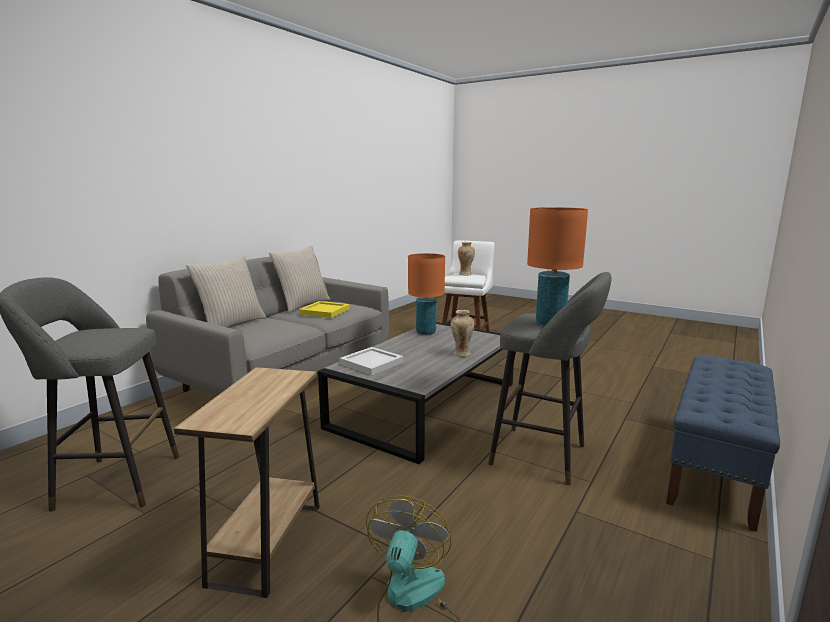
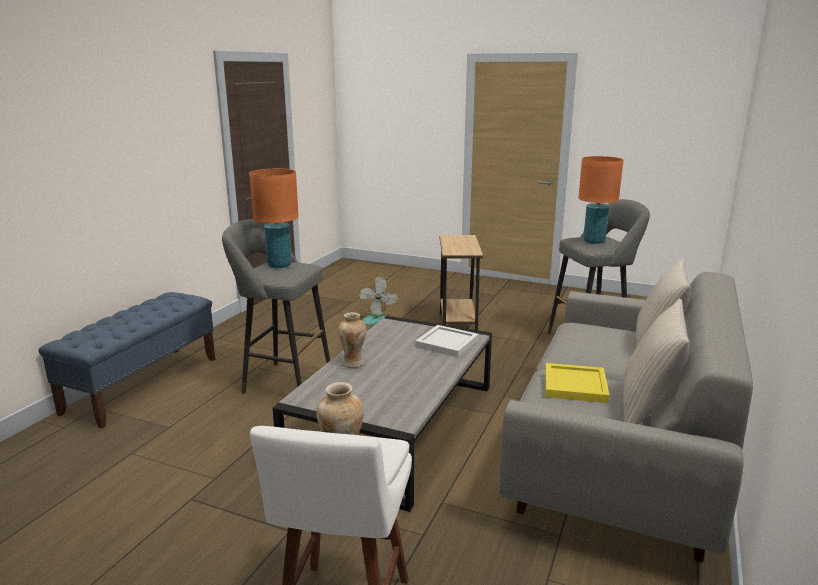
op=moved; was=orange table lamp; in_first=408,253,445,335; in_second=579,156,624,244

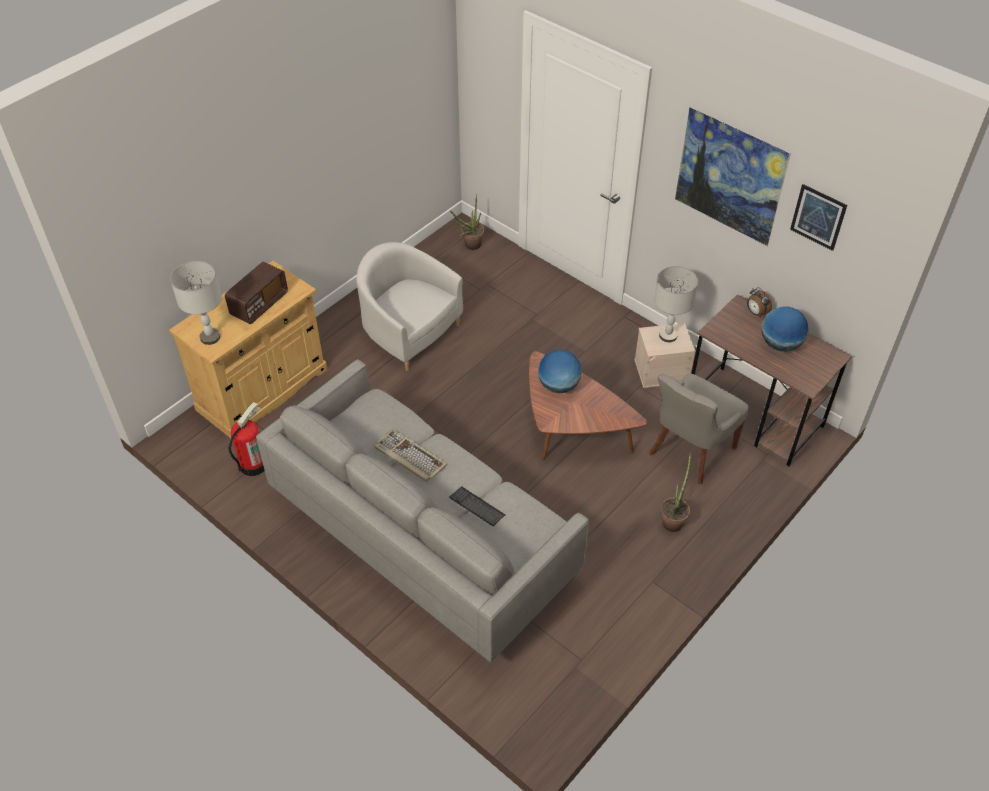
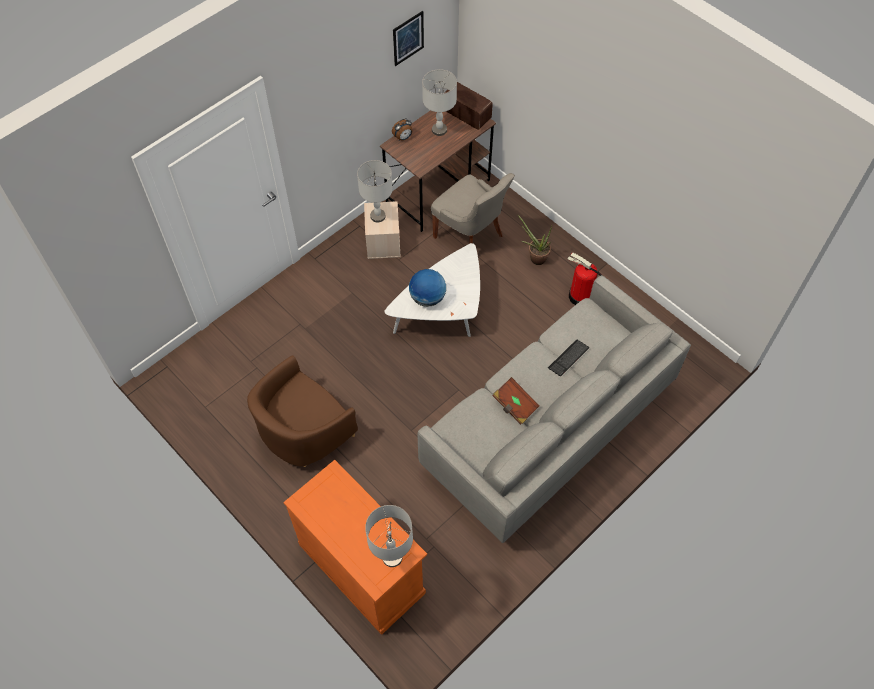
op=removed; was=picture; in_first=675,107,790,246
op=removed; was=potted plant; in_first=450,194,484,250
op=recoloured; was=white armchair; now=brown armchair; in_first=356,242,463,371; in_second=247,355,358,467
op=recoloured; was=beige cabinet; now=orange cabinet; in_first=169,261,327,438; in_second=283,460,427,635
op=moved; was=radio; in_first=225,262,288,324; in_second=445,82,493,130
op=replaced; was=globe; now=grey table lamp; in_first=762,306,808,352; in_second=422,69,457,136
op=recoloured; was=brown coffee table; now=white coffee table; in_first=529,351,647,460; in_second=384,243,480,337
op=moved; was=fire extinguisher; in_first=229,402,265,476; in_second=567,252,603,305
op=replaced; was=keyboard; now=brown book; in_first=374,429,447,482; in_second=492,377,539,425

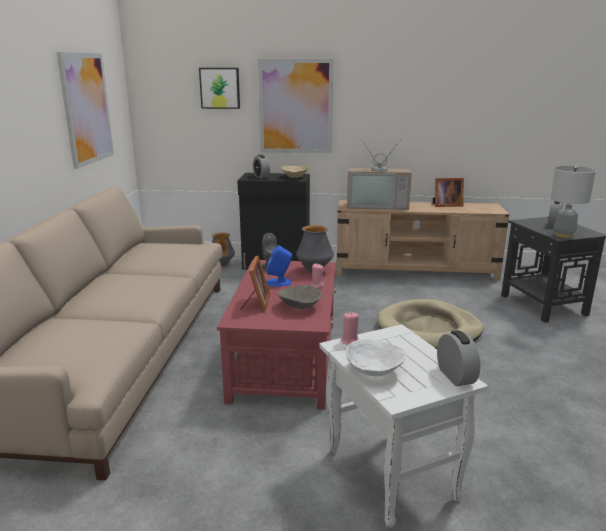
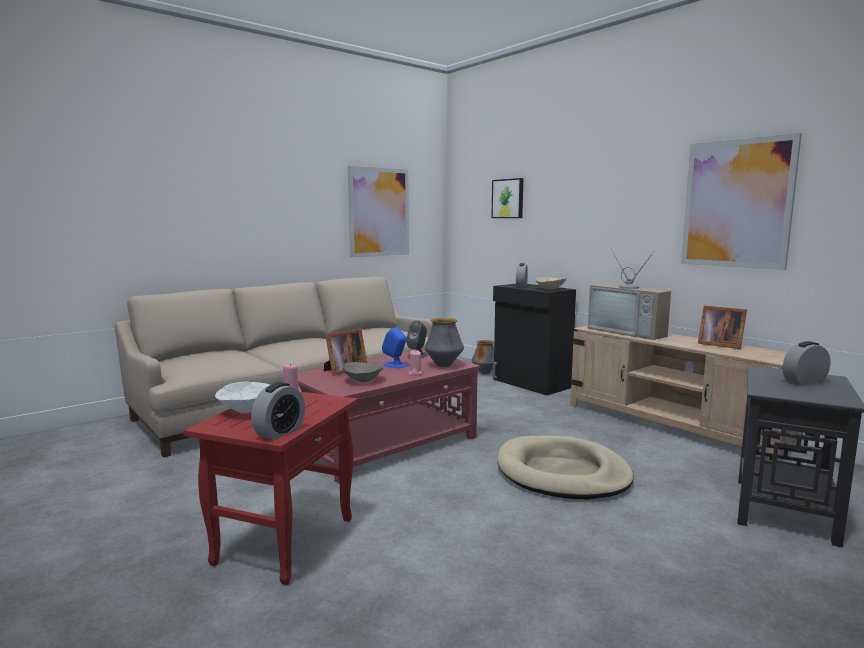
op=moved; was=picture; in_first=258,59,333,153; in_second=681,133,802,270
op=removed; was=grey table lamp; in_first=551,166,596,238
op=recoloured; was=white side table; now=red side table; in_first=319,324,488,528; in_second=183,392,358,585

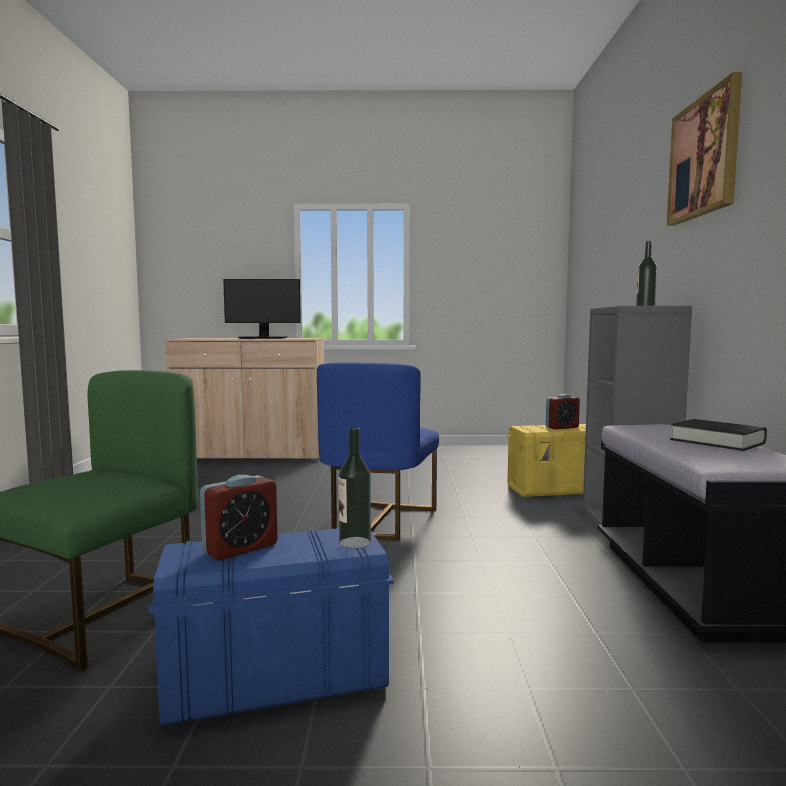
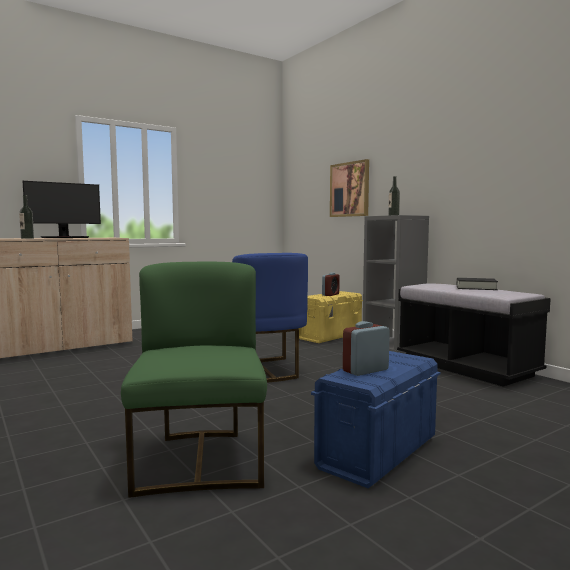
op=moved; was=picture; in_first=667,72,742,226; in_second=330,159,369,217
op=moved; was=bottle; in_first=338,427,371,549; in_second=19,195,34,239
op=turned; was=alarm clock; in_first=200,475,277,560; in_second=343,321,390,376; clockwise=-135

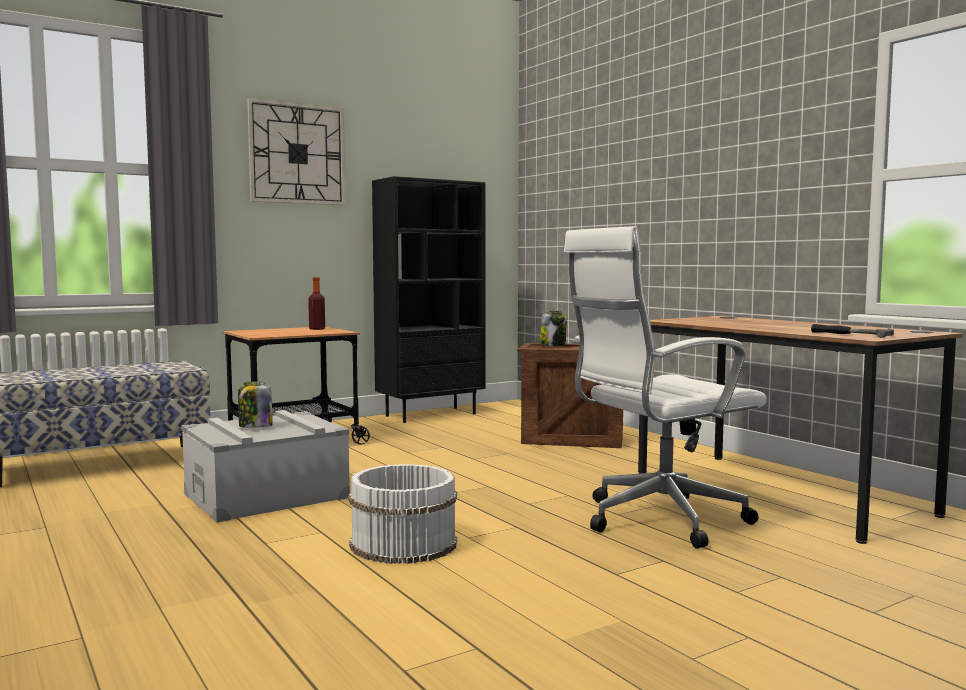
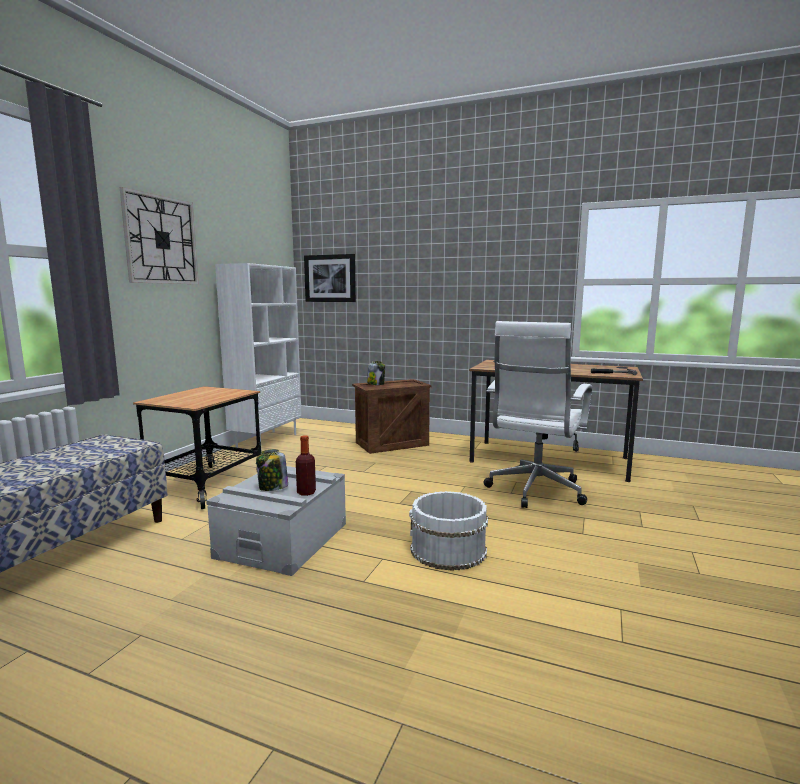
op=recoloured; was=black bookcase; now=white bookcase; in_first=372,176,486,423; in_second=215,263,302,448
op=moved; was=bottle; in_first=308,277,325,330; in_second=296,435,316,496
op=added; now=picture; in_second=304,254,356,302

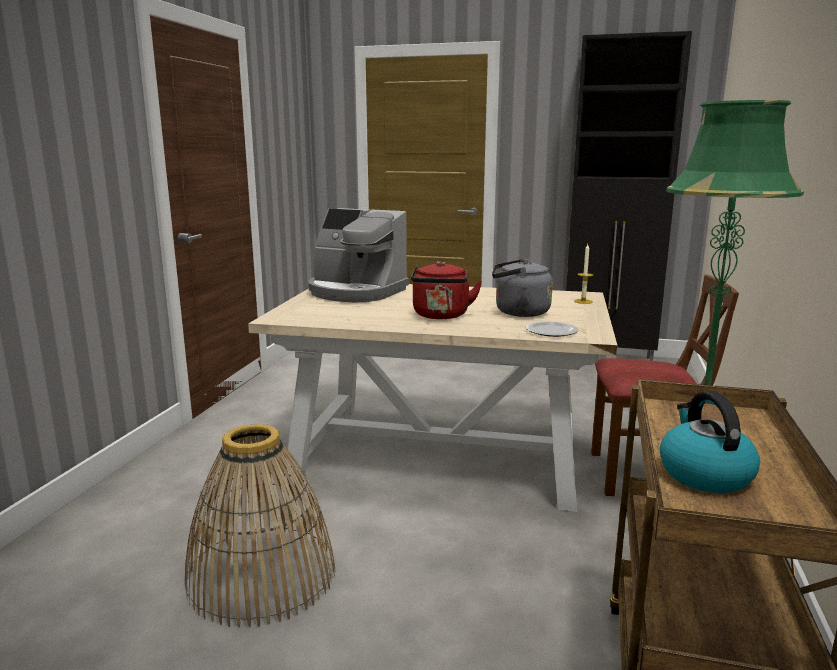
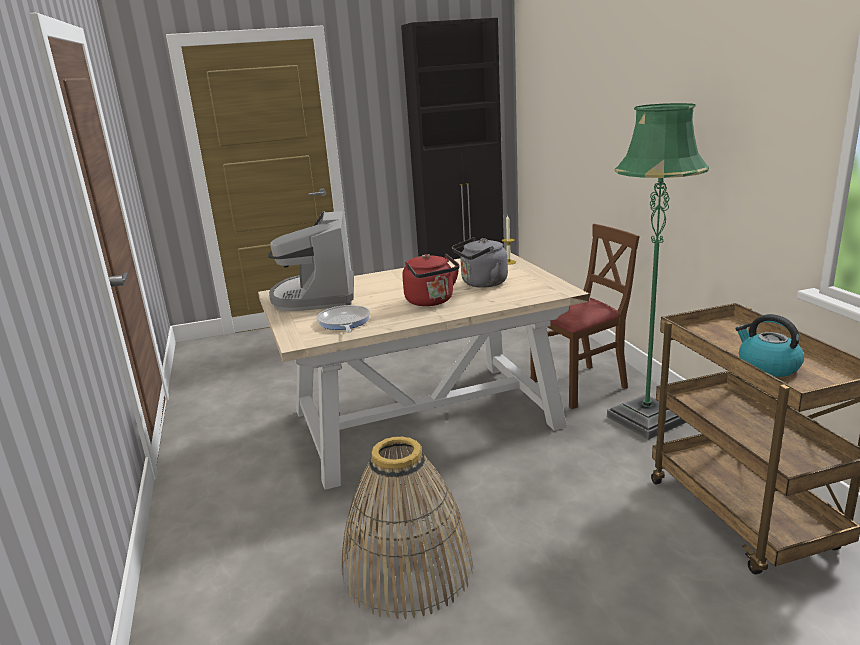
op=turned; was=coffee machine; in_first=308,208,409,303; in_second=268,211,354,311; clockwise=90
op=removed; was=plate; in_first=526,321,578,337
op=added; now=frying pan; in_second=317,305,370,333

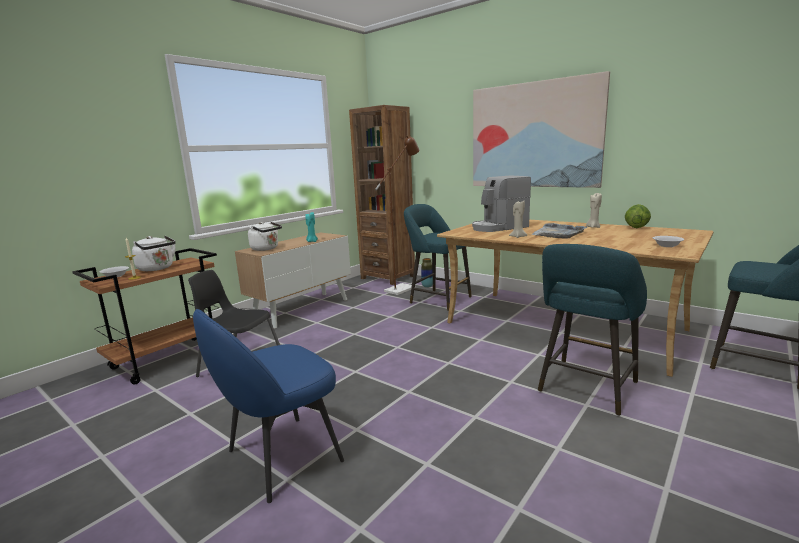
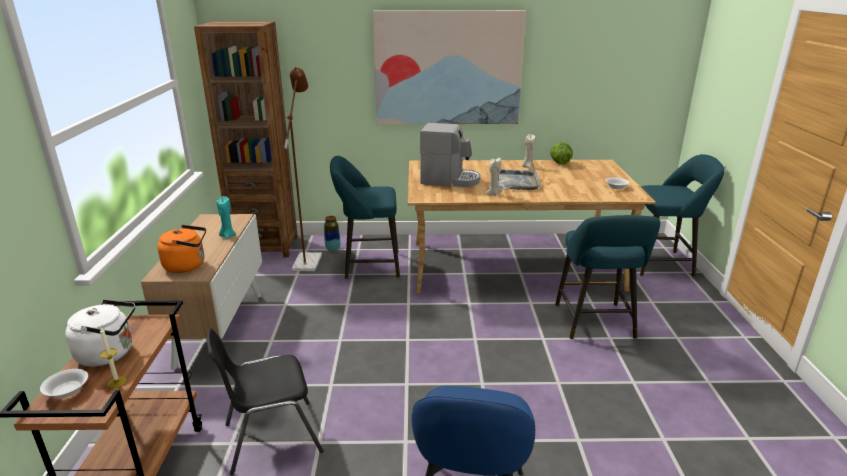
op=turned; was=coffee machine; in_first=472,175,531,232; in_second=420,123,480,187; clockwise=-105
op=recoloured; was=white kettle; now=orange kettle; in_first=248,222,282,251; in_second=157,225,206,273

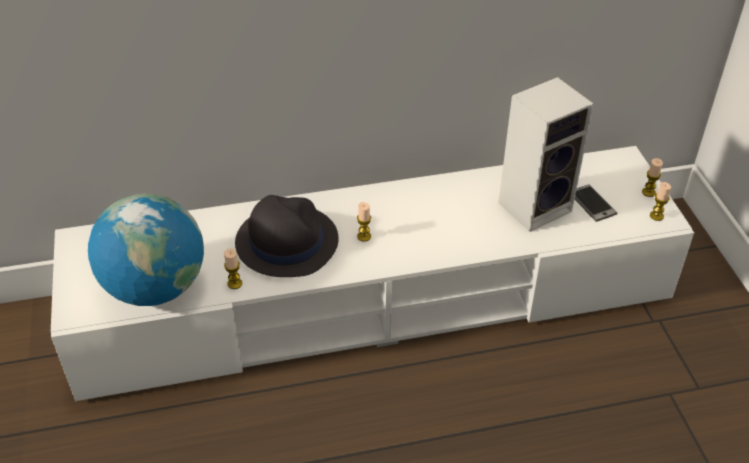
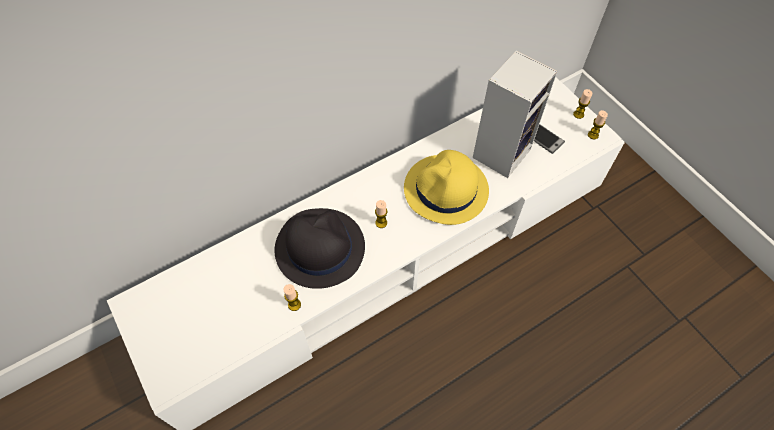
op=removed; was=globe; in_first=88,194,204,306
op=added; now=yellow hat; in_second=404,150,489,225

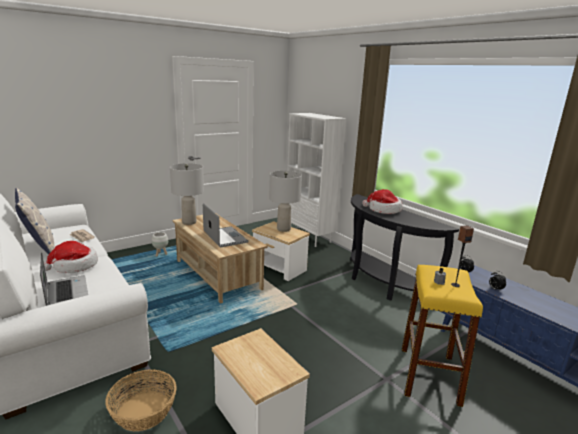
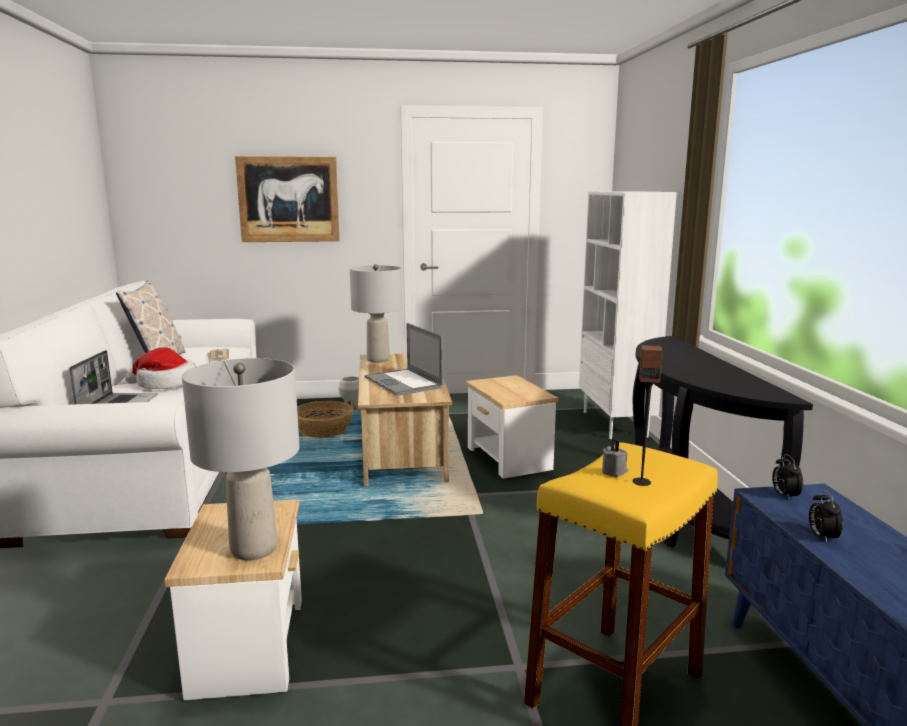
op=moved; was=grey table lamp; in_first=269,171,302,232; in_second=182,358,300,560
op=removed; was=hat; in_first=362,189,402,214
op=turned; was=laptop; in_first=203,203,249,248; in_second=365,323,443,396; clockwise=150
op=moved; was=basket; in_first=105,369,177,431; in_second=297,401,353,438
op=added; now=picture; in_second=235,156,340,242

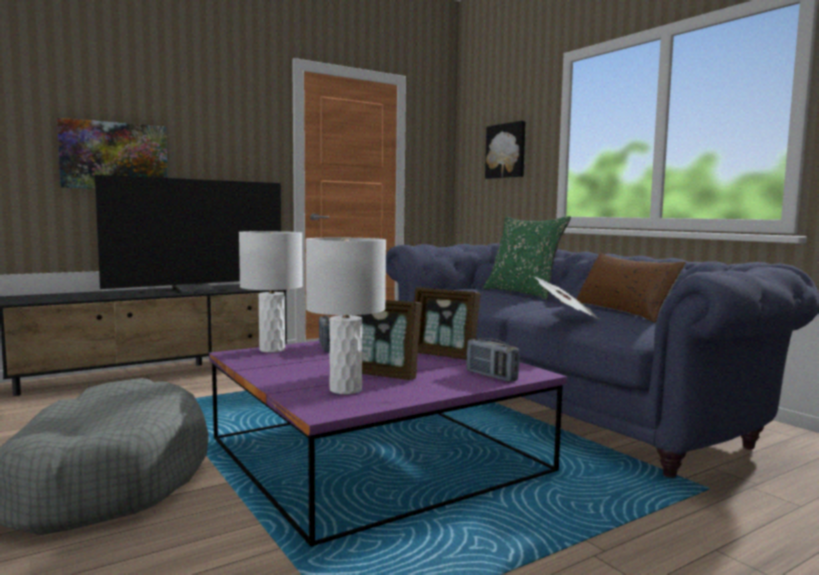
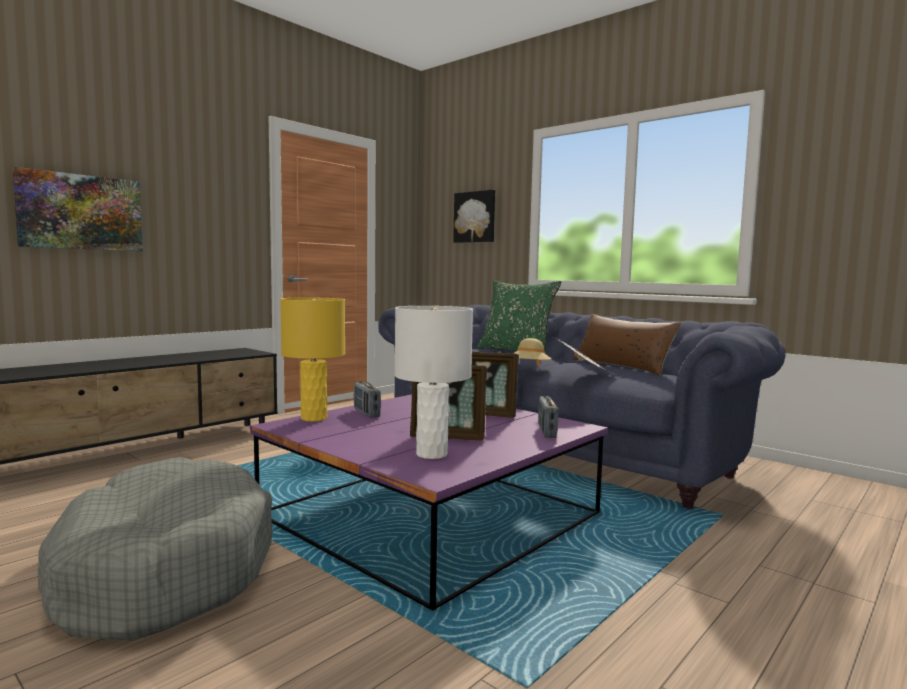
op=removed; was=television; in_first=95,175,281,293
op=recoloured; was=white table lamp; now=yellow table lamp; in_first=239,231,303,352; in_second=280,297,345,422
op=turned; was=radio; in_first=466,338,520,382; in_second=538,396,558,438; clockwise=60
op=added; now=beige hat; in_second=513,338,552,366

